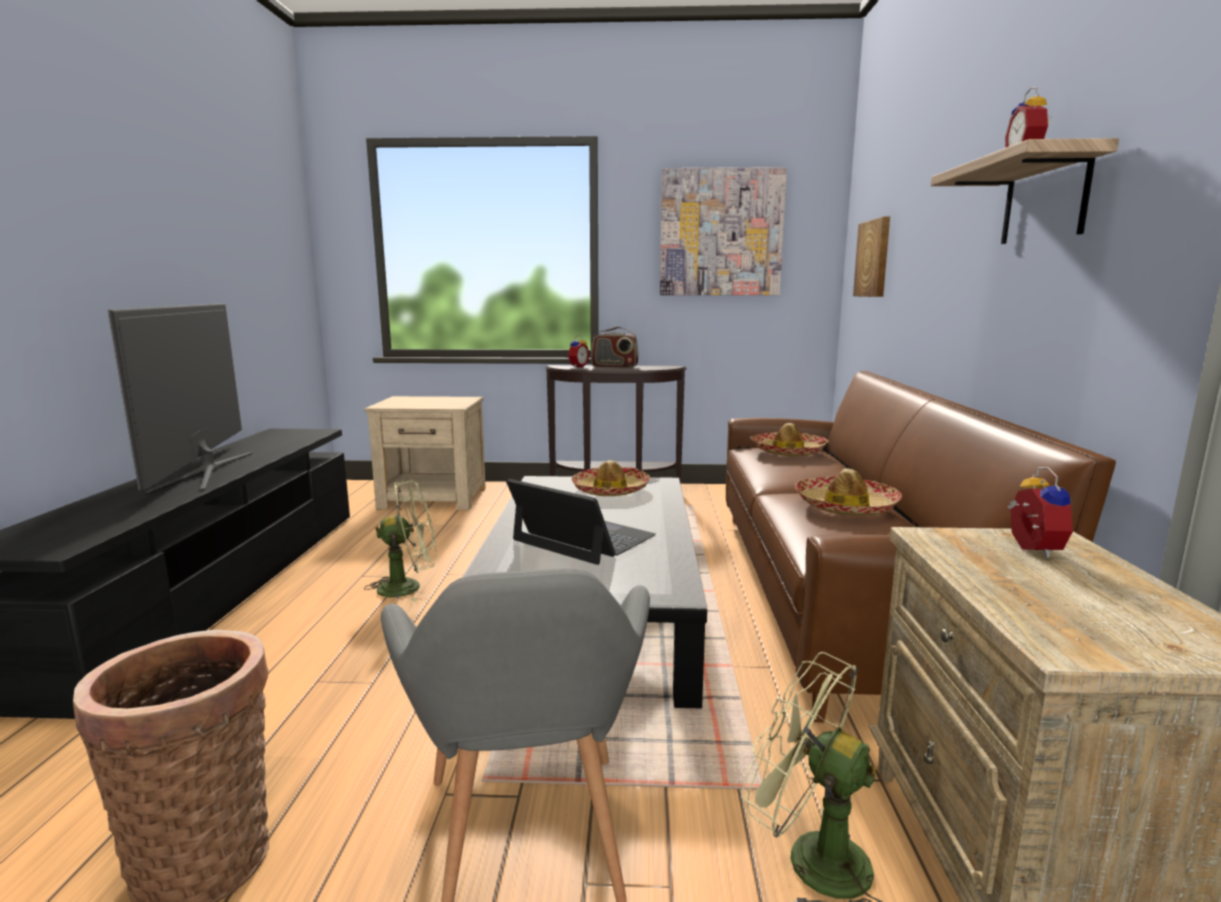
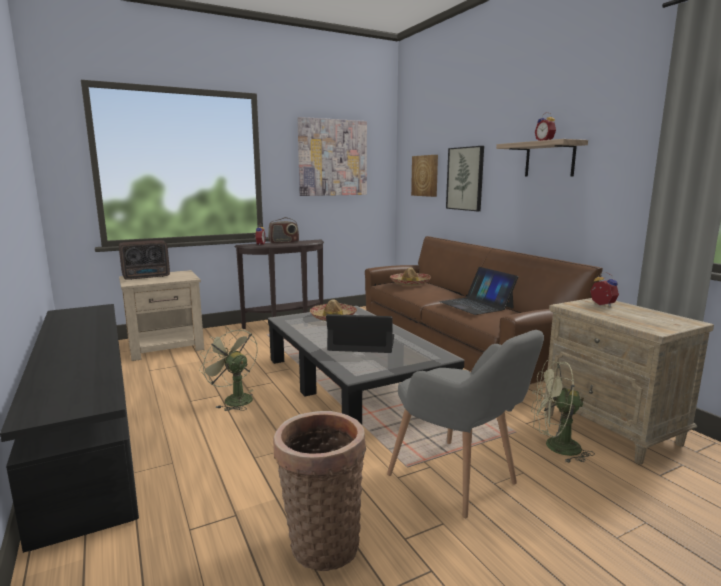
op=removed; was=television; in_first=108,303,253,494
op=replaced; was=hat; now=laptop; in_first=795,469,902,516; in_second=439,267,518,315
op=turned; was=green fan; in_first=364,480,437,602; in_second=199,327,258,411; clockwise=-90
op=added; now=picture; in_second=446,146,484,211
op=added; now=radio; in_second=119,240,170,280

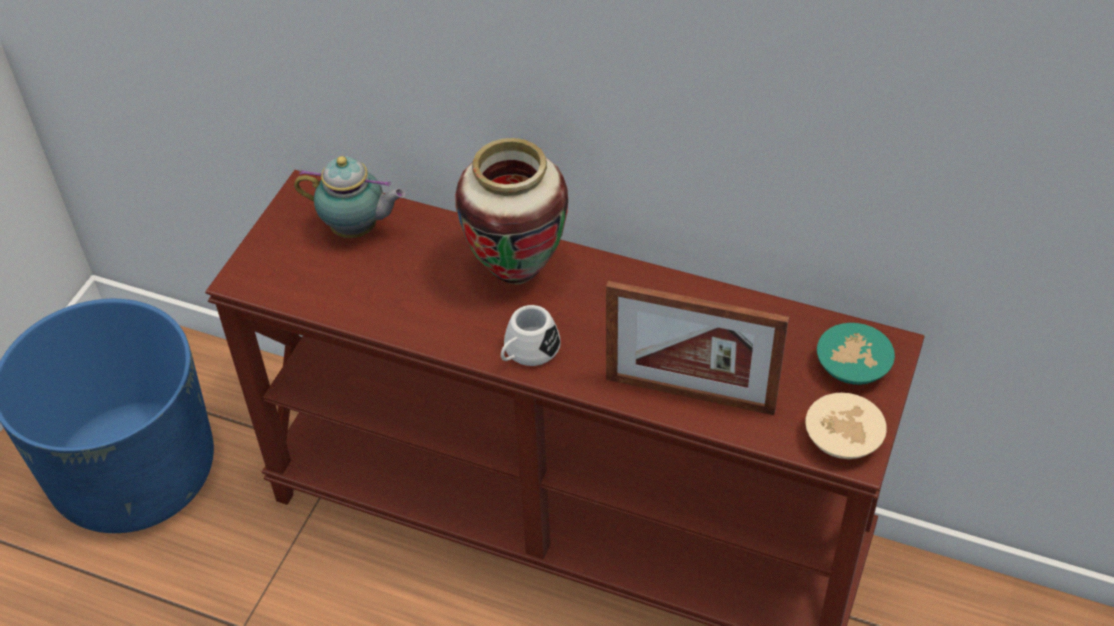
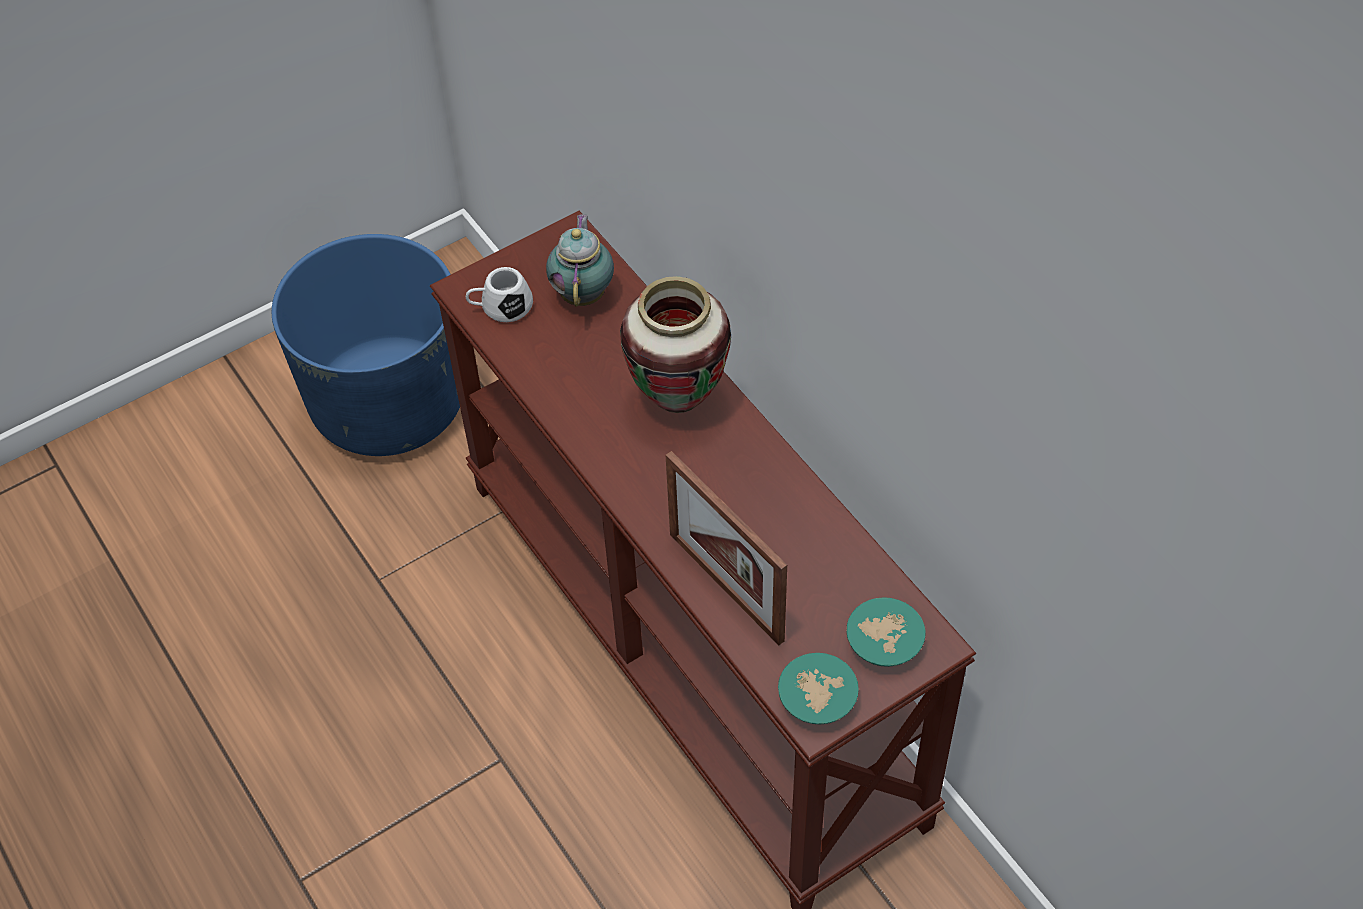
op=turned; was=teapot; in_first=294,156,406,238; in_second=546,214,614,306; clockwise=-135
op=moved; was=white mug; in_first=501,305,561,366; in_second=465,267,533,322
op=recoloured; was=beige bowl; now=turquoise bowl; in_first=806,393,887,459; in_second=778,653,859,724

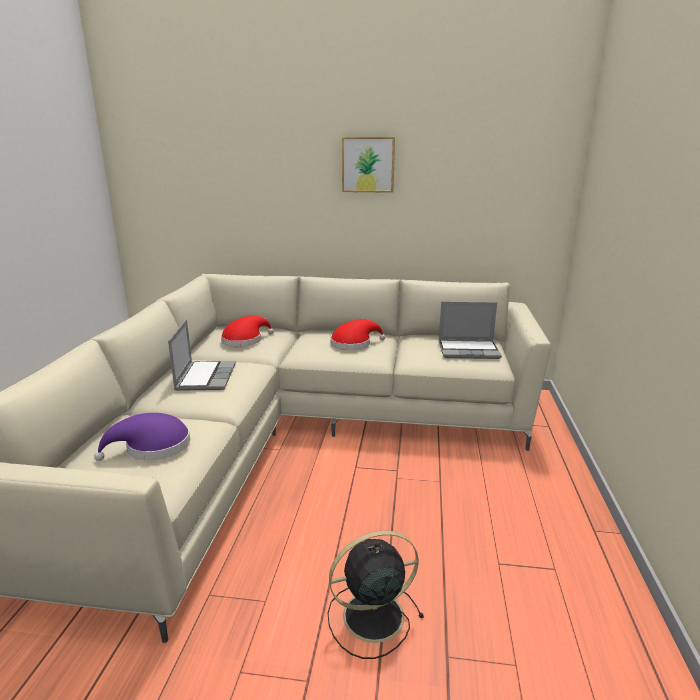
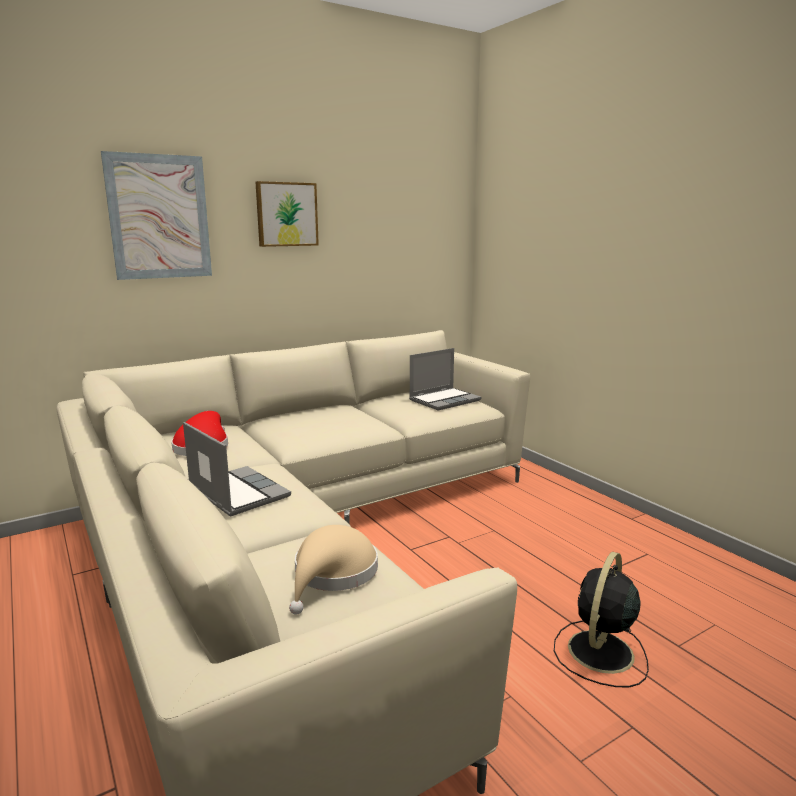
op=removed; was=red hat; in_first=331,319,385,350
op=recoloured; was=purple hat; now=beige hat; in_first=94,413,190,461; in_second=289,525,378,615
op=added; now=picture; in_second=101,151,212,280

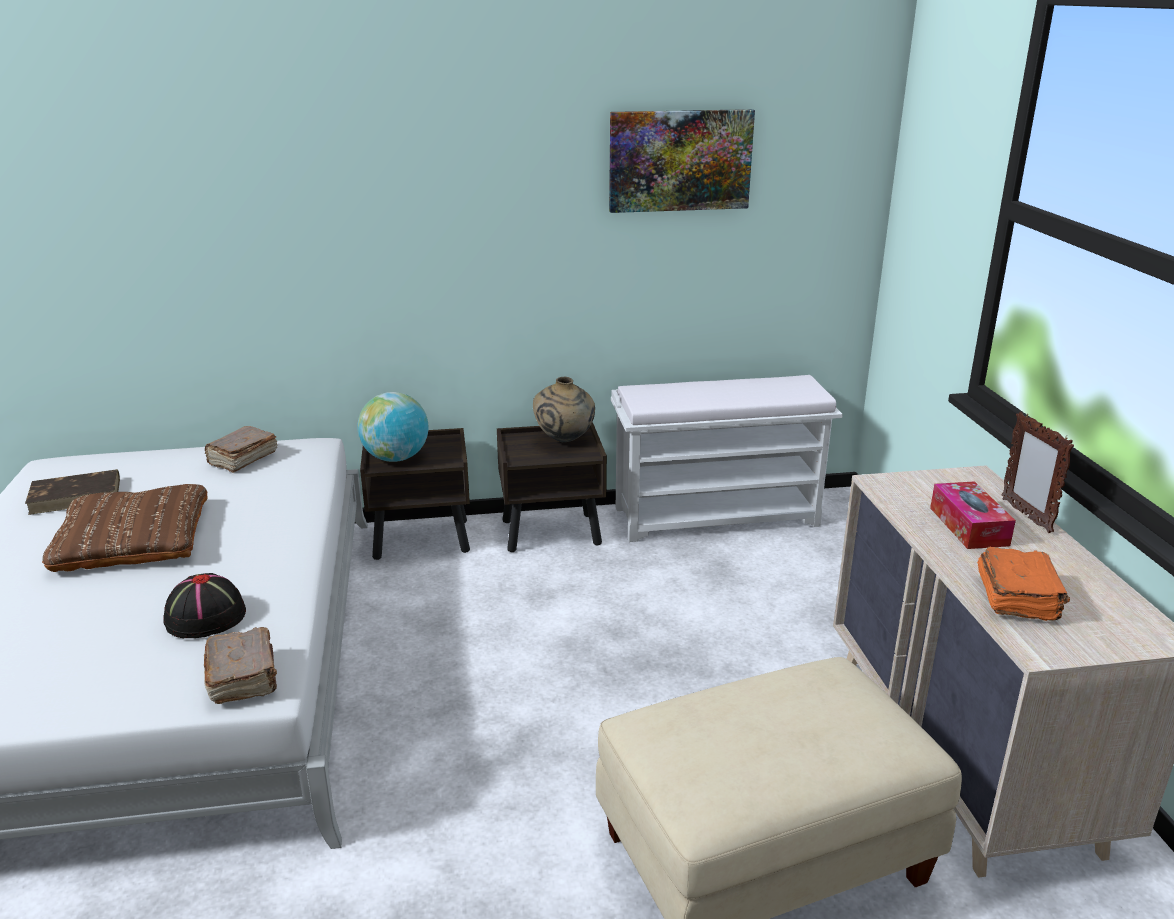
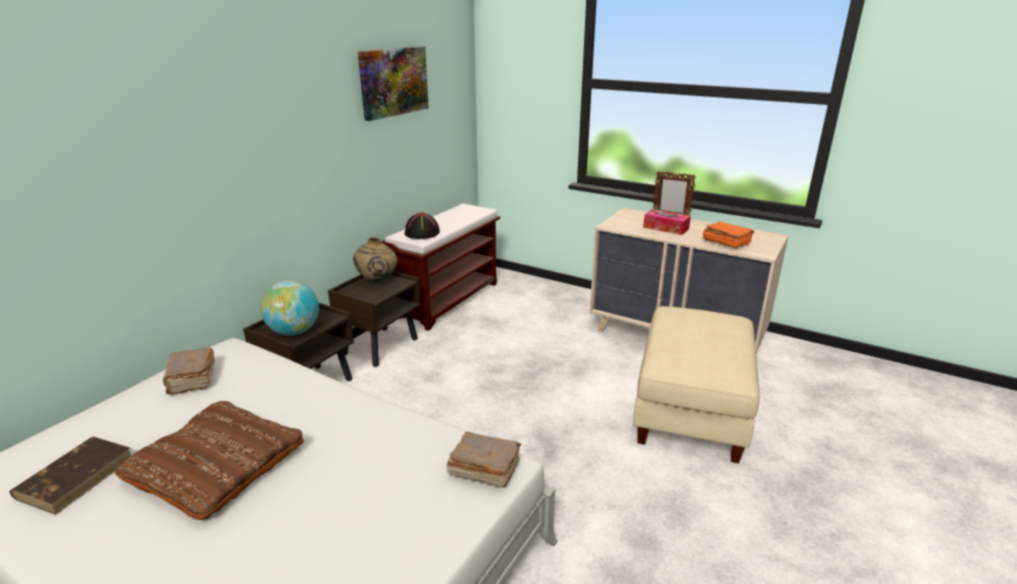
op=recoloured; was=white bench; now=brown bench; in_first=611,375,843,542; in_second=381,203,500,331
op=moved; was=black hat; in_first=163,573,246,638; in_second=404,212,440,239

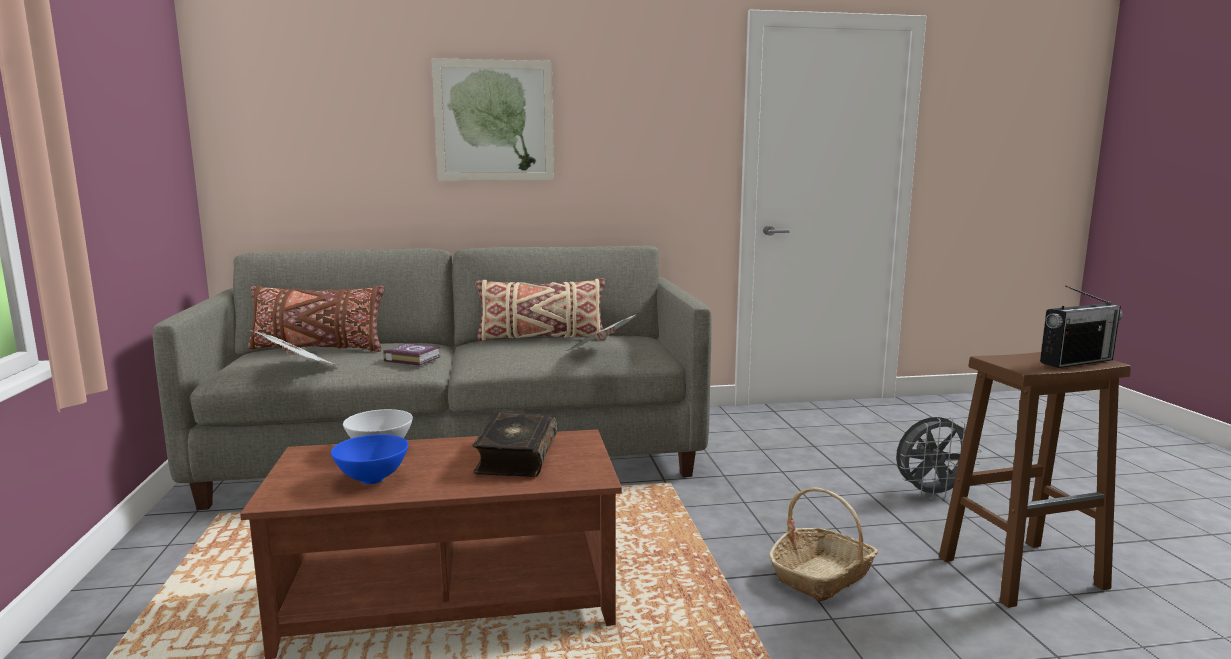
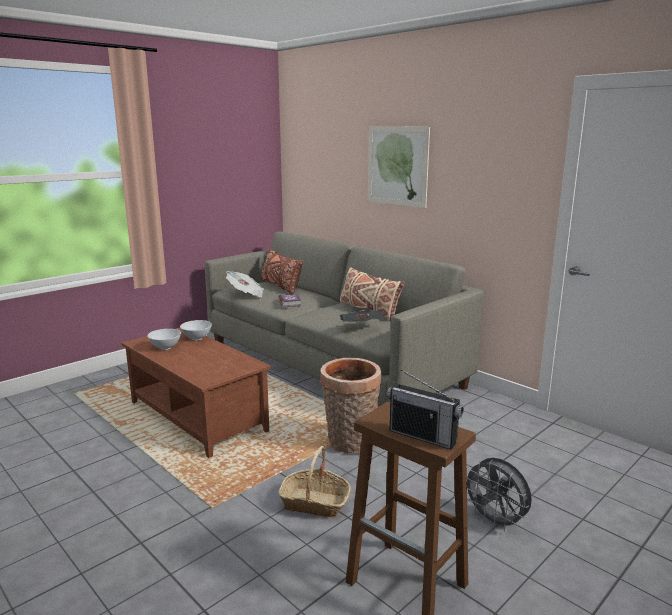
op=removed; was=book; in_first=473,411,557,477
op=recoloured; was=blue bowl; now=white bowl; in_first=331,434,409,484; in_second=147,329,181,350
op=added; now=basket; in_second=320,358,381,454

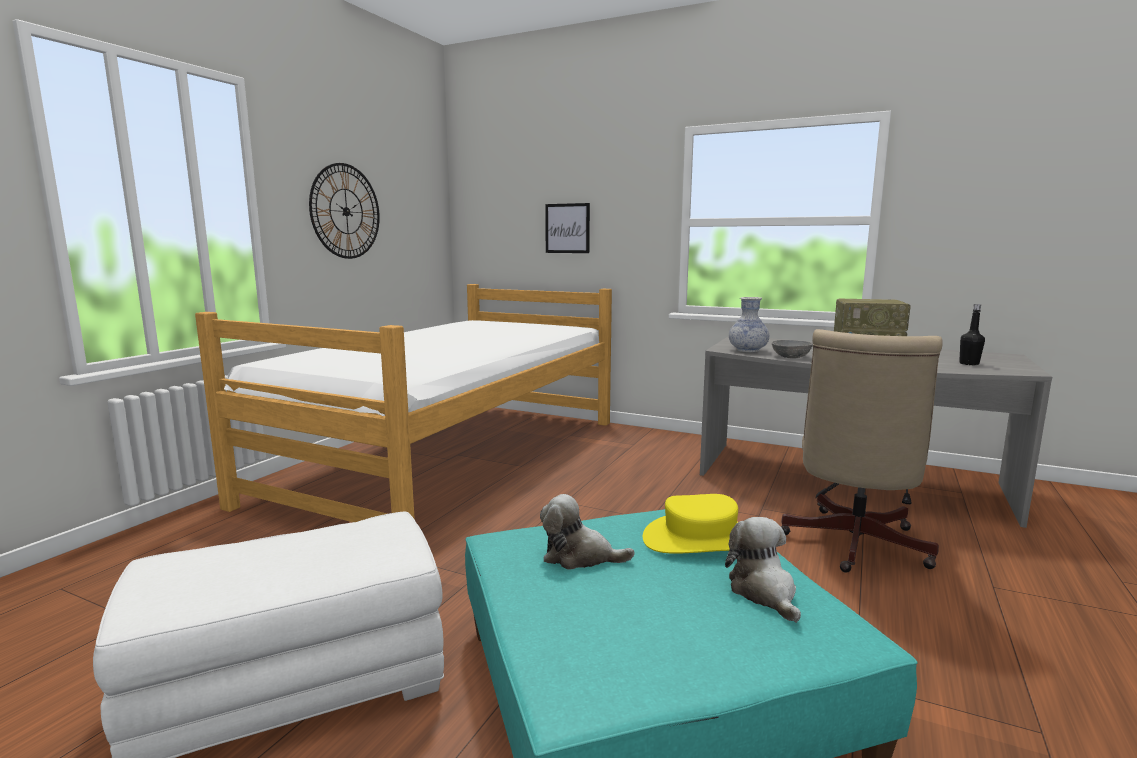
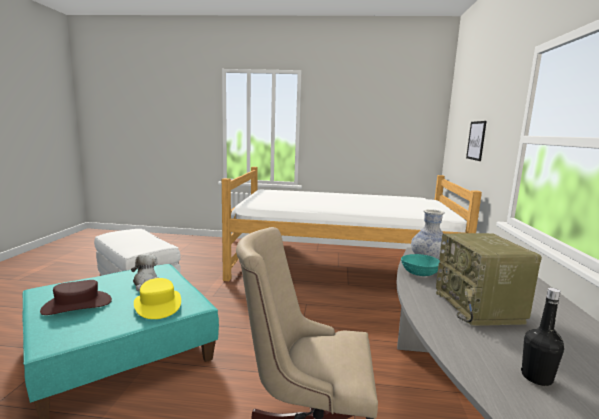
op=removed; was=wall clock; in_first=309,163,380,259
op=recoloured; was=grey bowl; now=turquoise bowl; in_first=772,340,813,358; in_second=401,254,440,276
op=removed; was=plush toy; in_first=725,517,801,623
op=added; now=brown hat; in_second=40,280,112,315

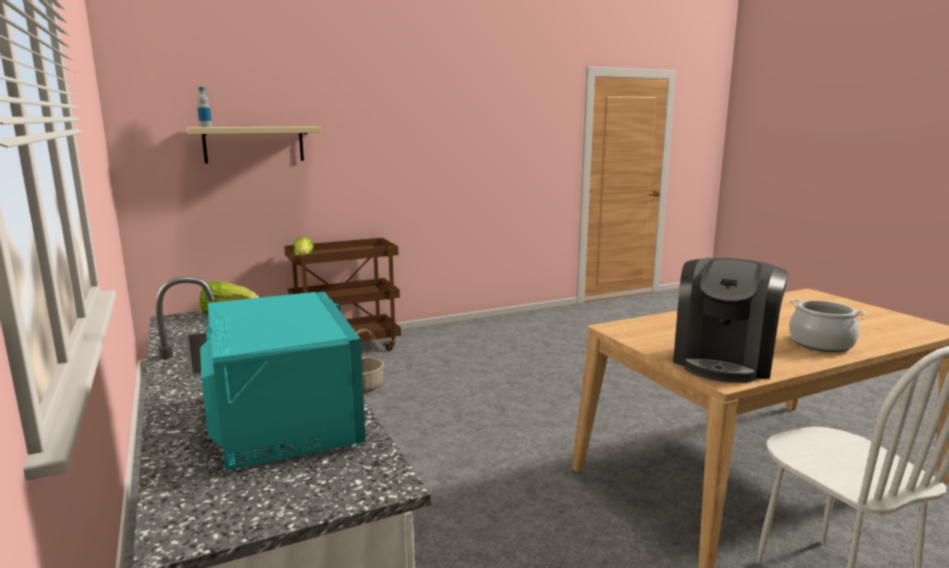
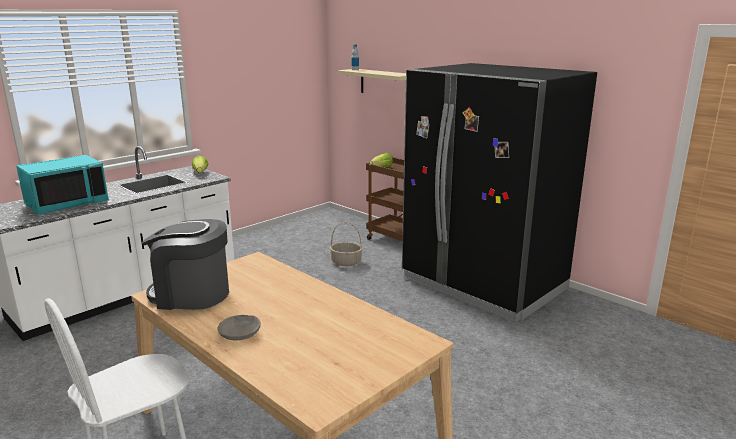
op=replaced; was=cooking pot; now=grey bowl; in_first=789,299,866,352; in_second=218,315,261,340
op=added; now=black fridge; in_second=402,63,597,322

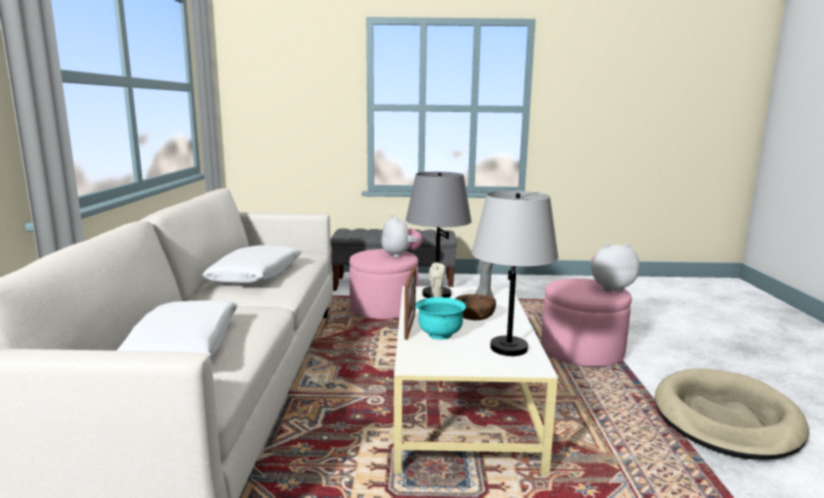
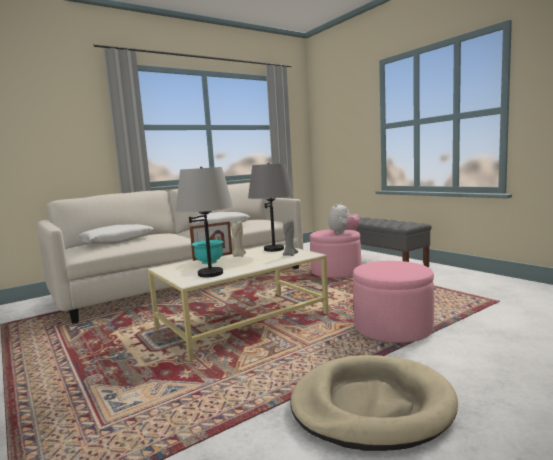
op=removed; was=plush toy; in_first=590,243,640,292
op=removed; was=brown bowl; in_first=455,294,496,320

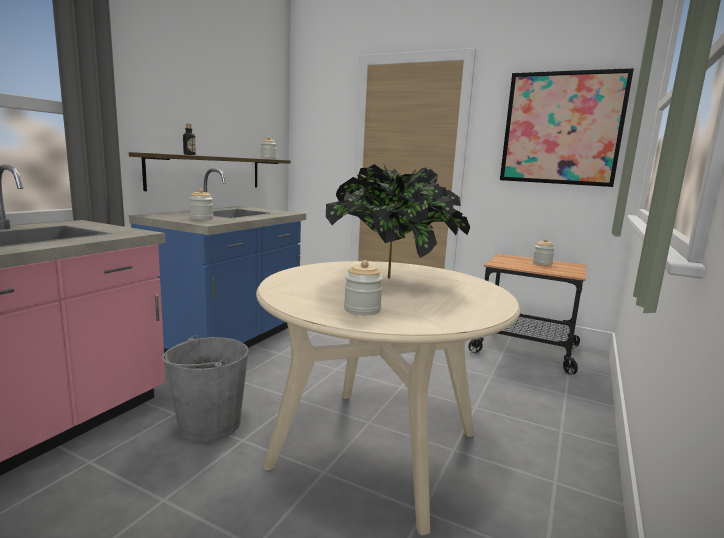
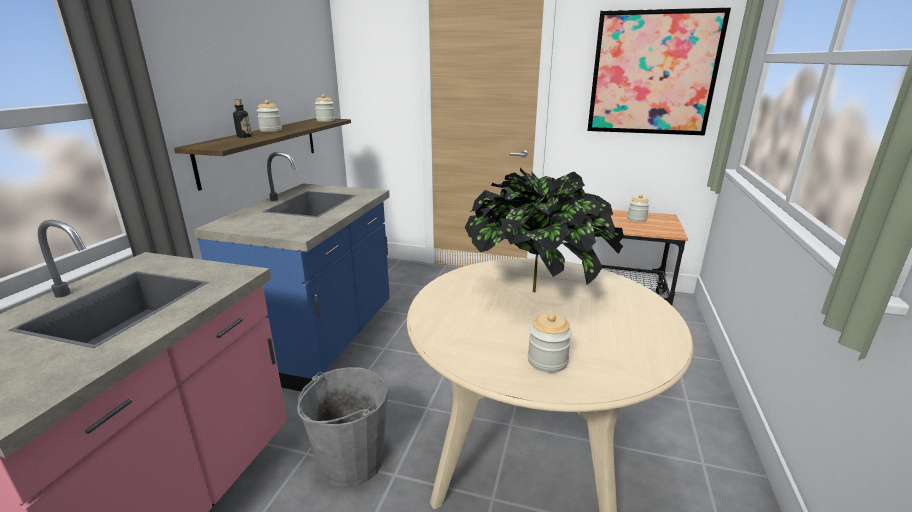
op=moved; was=jar; in_first=189,189,213,220; in_second=257,100,282,132

